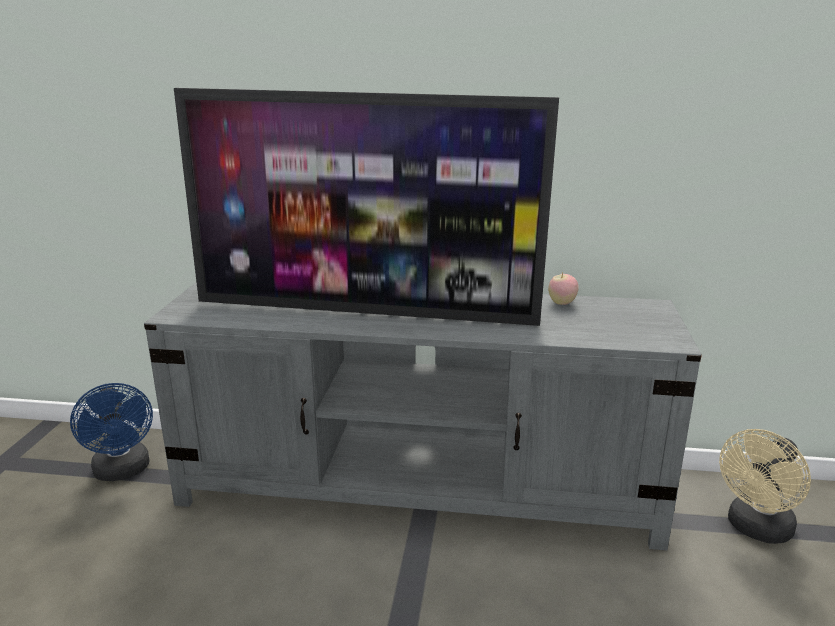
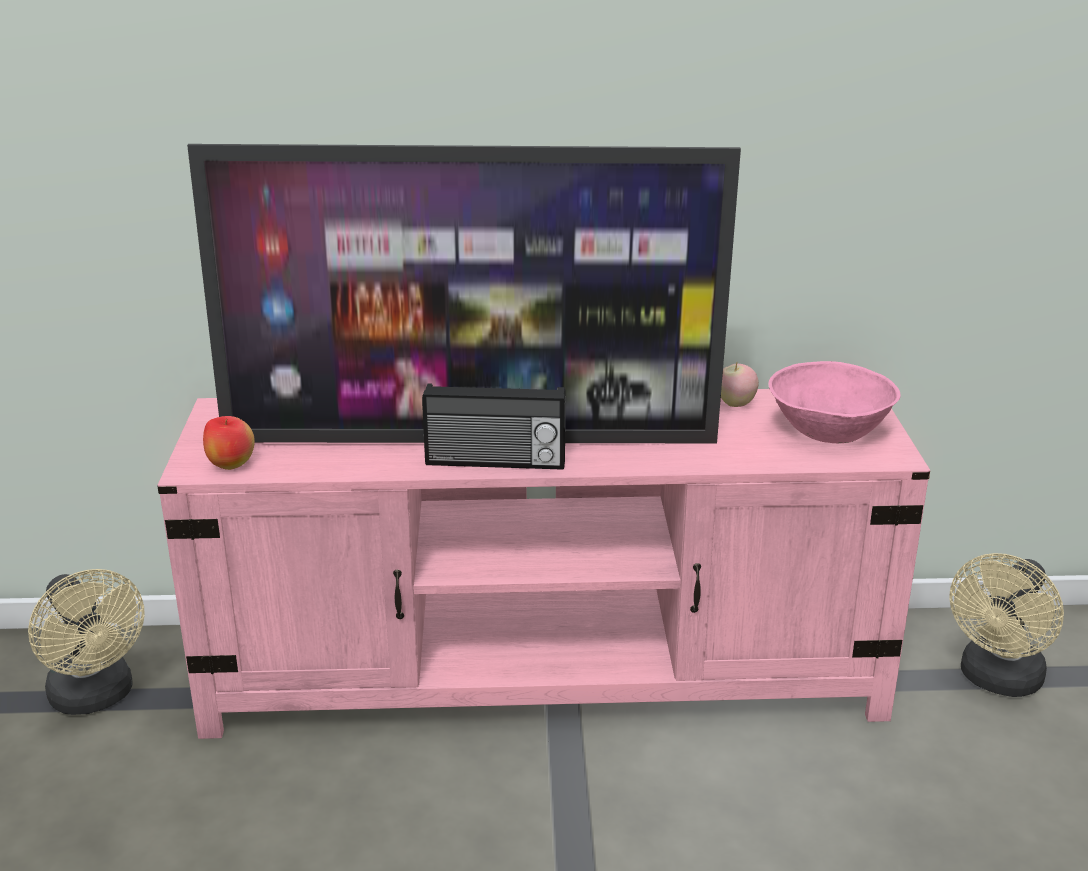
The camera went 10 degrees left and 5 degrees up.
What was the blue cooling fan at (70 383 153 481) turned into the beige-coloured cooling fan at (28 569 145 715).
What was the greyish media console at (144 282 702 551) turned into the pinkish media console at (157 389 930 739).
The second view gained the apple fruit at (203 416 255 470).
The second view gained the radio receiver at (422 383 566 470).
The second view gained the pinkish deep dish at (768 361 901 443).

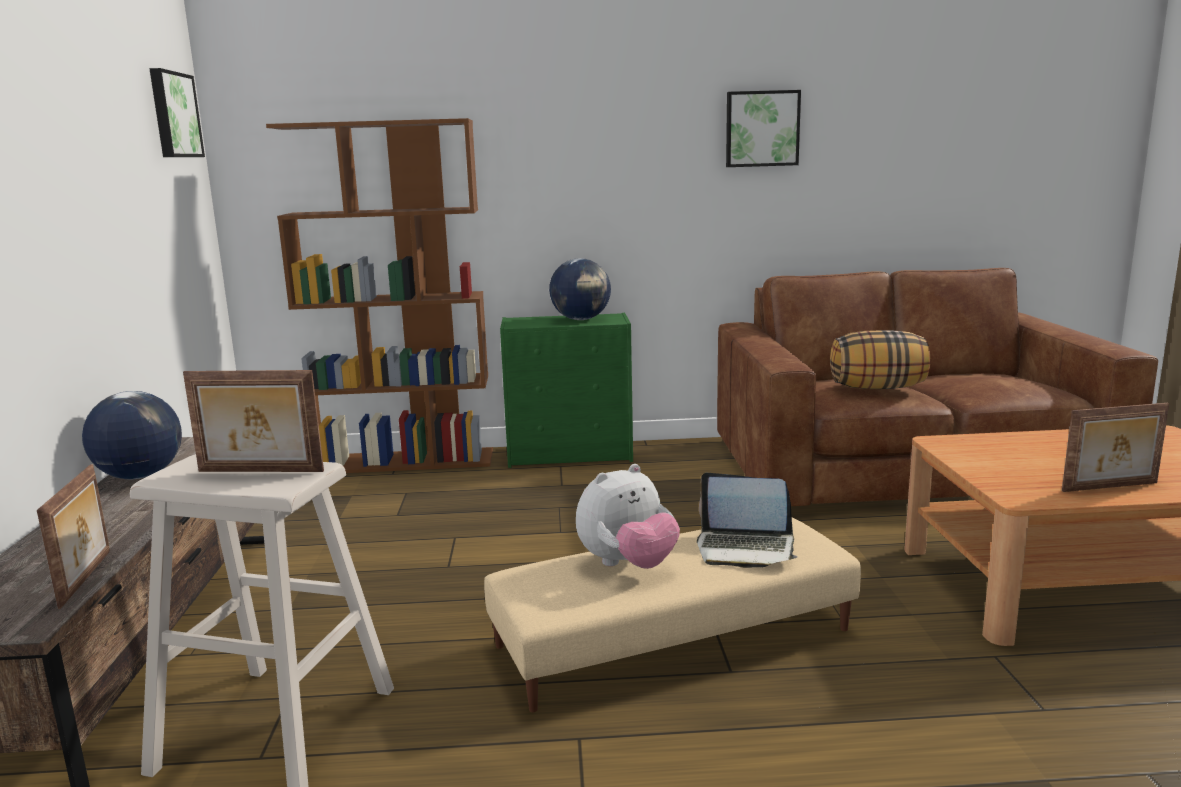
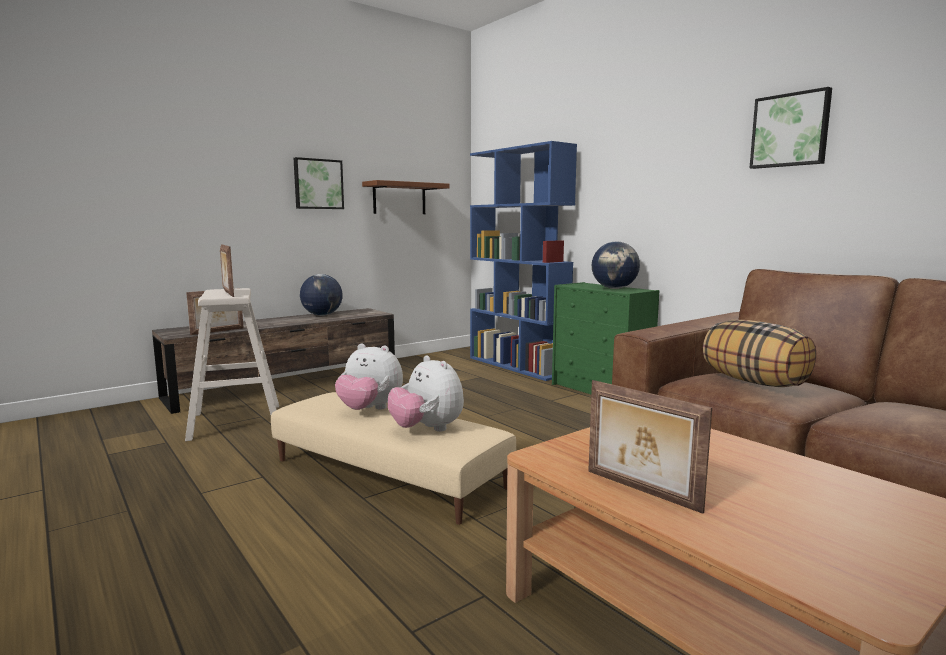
The camera went 55 degrees right and 5 degrees down.
The wall picture ended up elsewhere, having gone from (149 68 205 157) to (294 157 344 209).
The second view gained the brownish wall shelf at (362 180 450 214).
Where the notebook computer stood at (697 473 798 568), the soft toy came to stand at (388 355 464 432).
What was the brownish bookcase at (266 118 493 473) turned into the blue bookcase at (470 141 577 381).

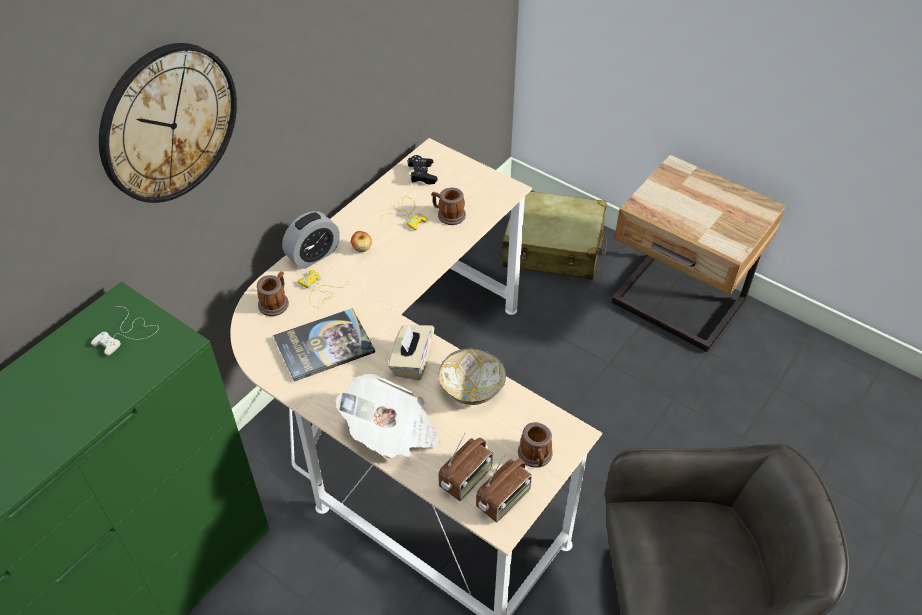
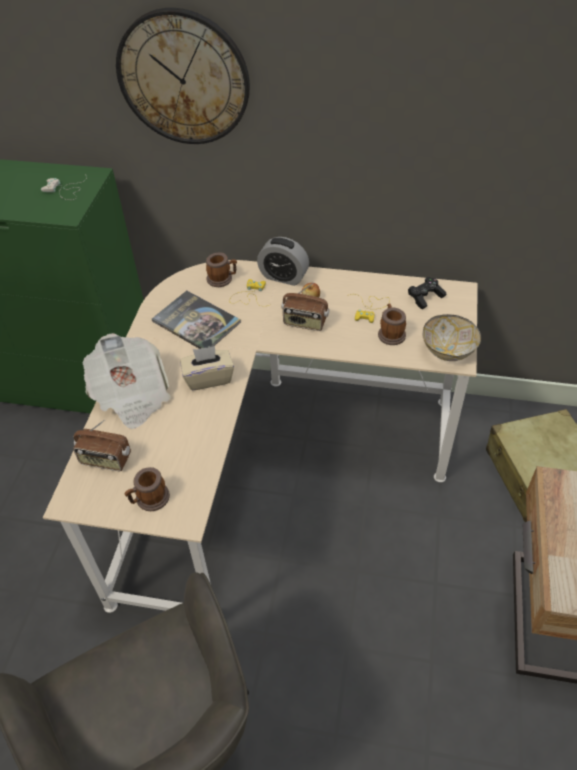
The camera went 65 degrees right and 0 degrees up.
The radio receiver ended up elsewhere, having gone from (476 454 532 522) to (281 282 329 331).
The deep dish ended up elsewhere, having gone from (438 348 506 405) to (423 314 481 361).

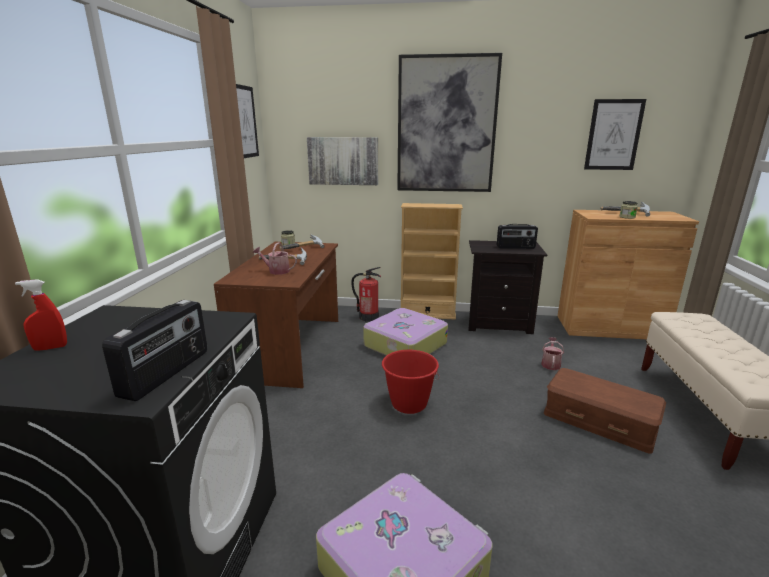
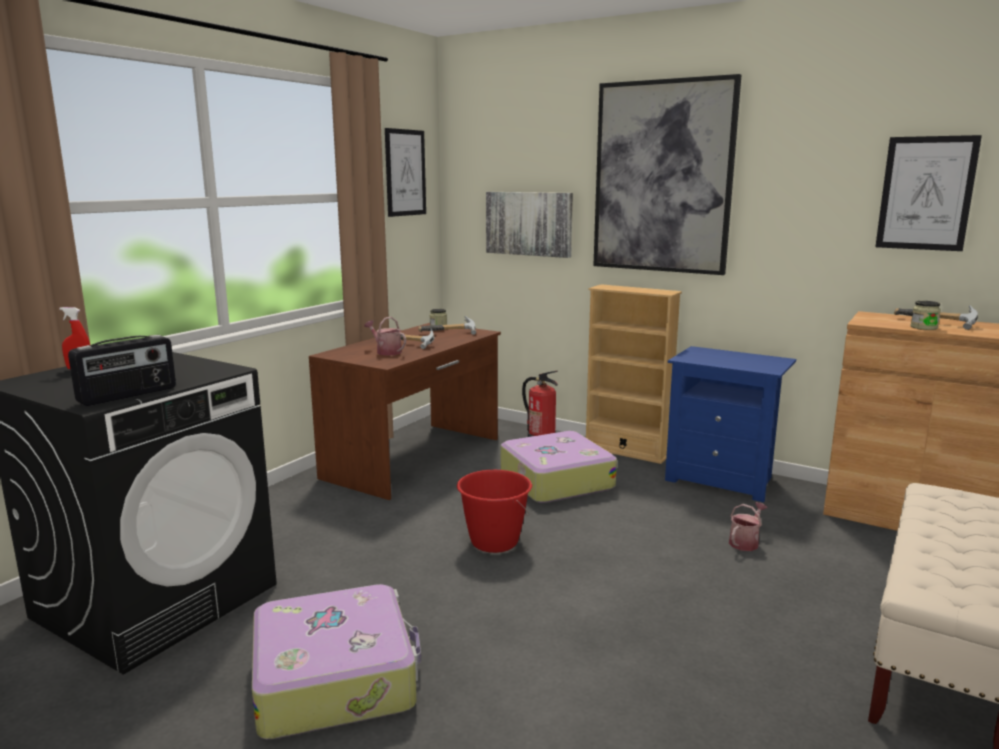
The camera went 25 degrees right and 5 degrees down.
What was the black bedside table at (468 240 547 334) turned into the blue bedside table at (665 346 796 502).
The second view lost the radio receiver at (496 224 538 249).
The second view lost the brownish storage bin at (544 368 666 454).

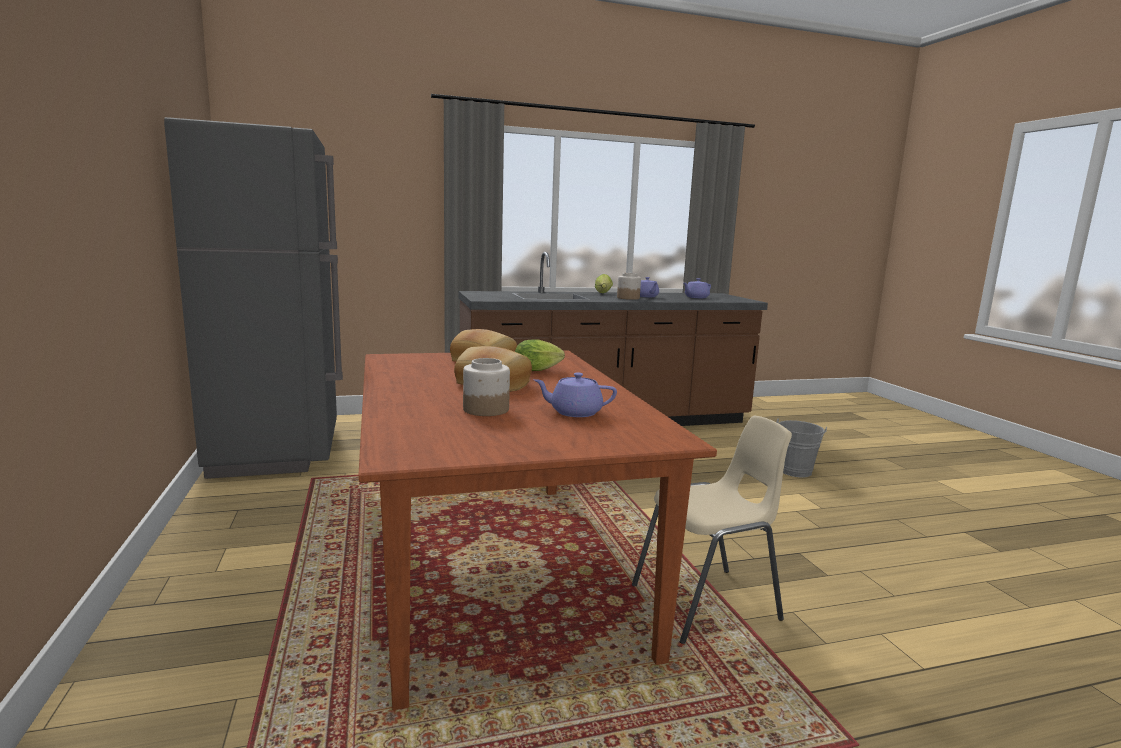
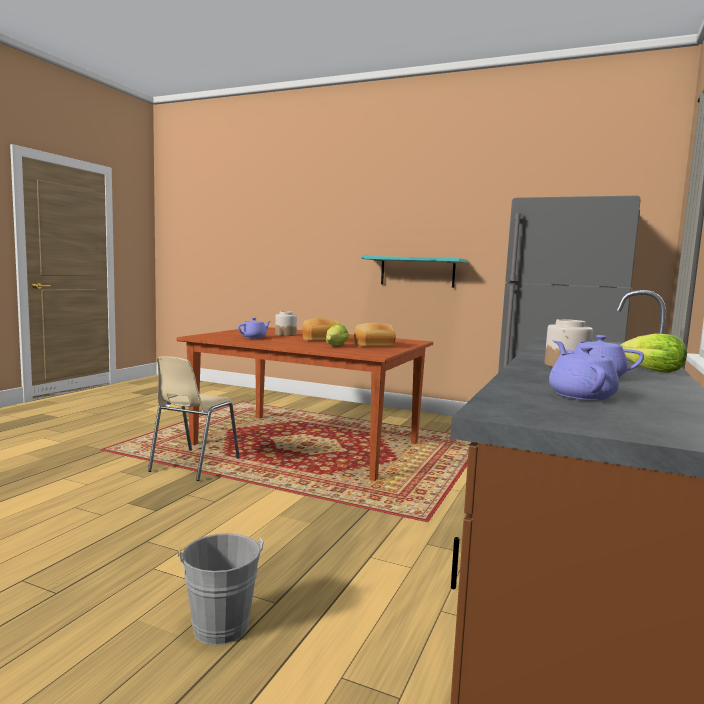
The camera went 130 degrees right and 5 degrees down.
The second view gained the turquoise-coloured wall shelf at (362 256 467 288).

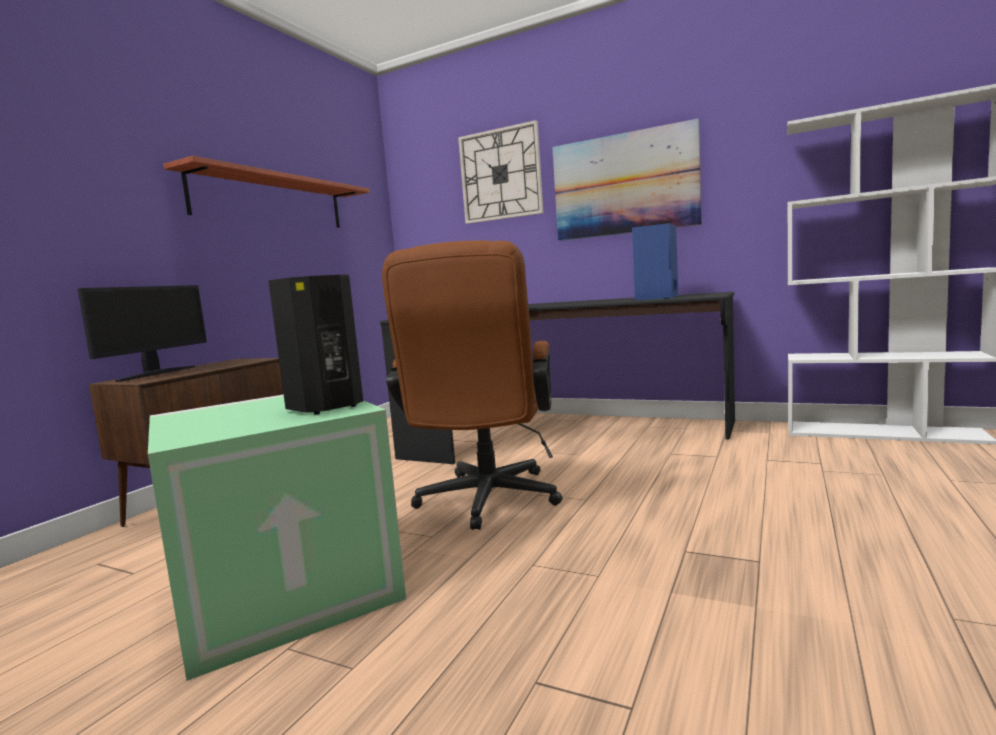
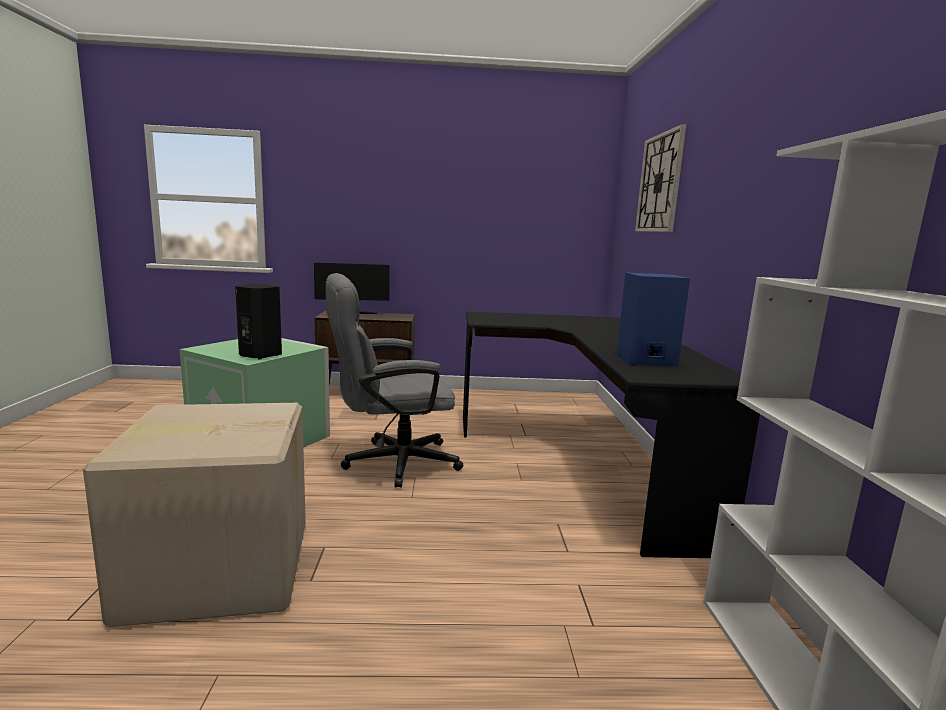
The camera went 60 degrees right and 5 degrees up.
The second view gained the carton at (83 403 306 627).
What was the brownish desk chair at (382 240 562 530) turned into the greyish desk chair at (325 273 463 488).
The second view lost the wall shelf at (163 156 370 228).
The second view lost the wall picture at (552 119 702 241).

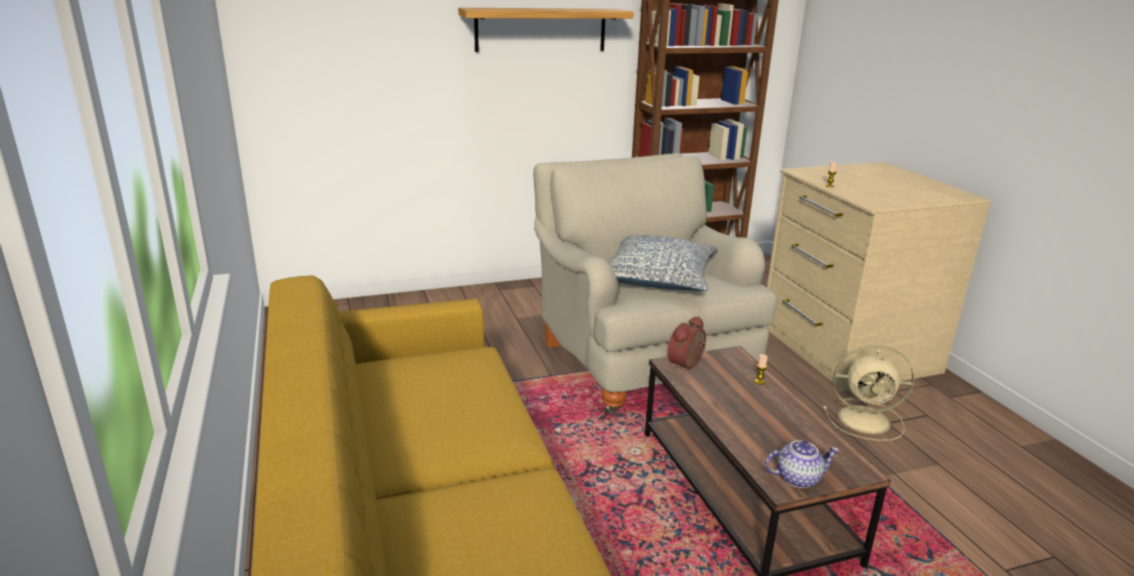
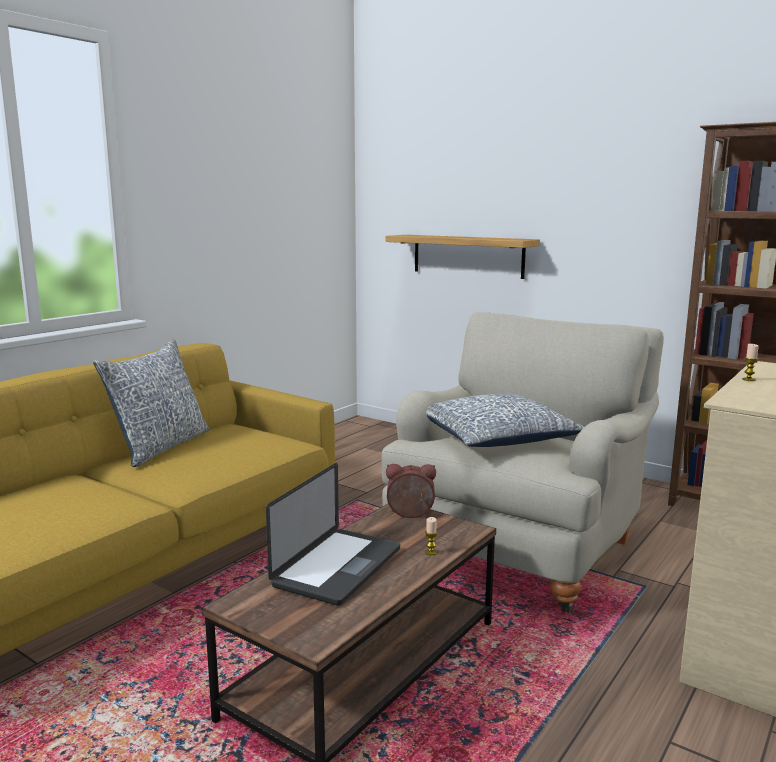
The camera went 55 degrees right and 10 degrees down.
The second view gained the throw pillow at (93 339 209 467).
The second view gained the notebook computer at (266 463 400 606).
The wall shelf ended up elsewhere, having gone from (458 8 634 52) to (386 235 540 279).
The second view lost the pot for tea at (765 440 840 488).
The second view lost the beige-coloured cooling fan at (823 345 914 441).

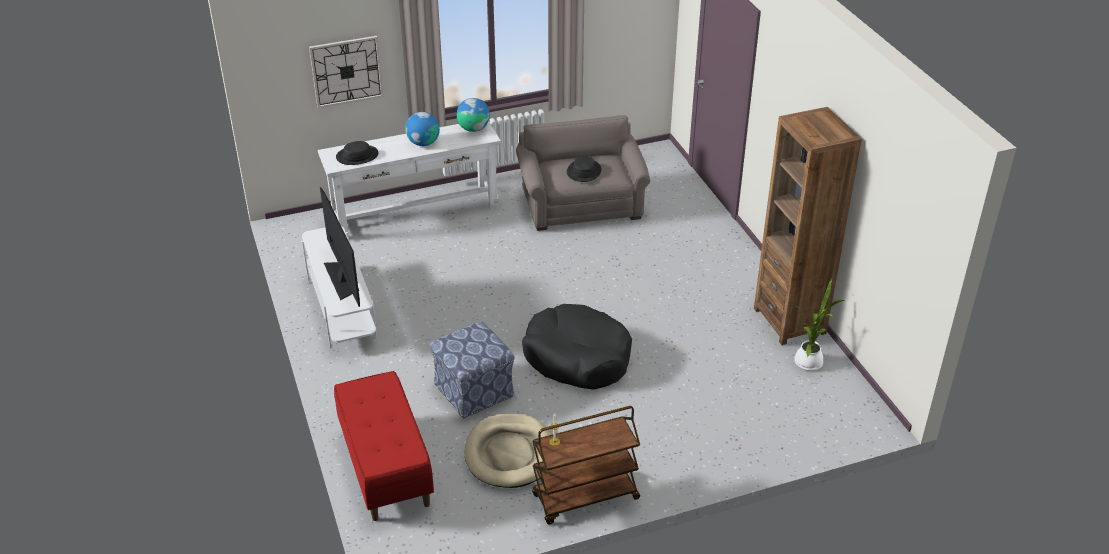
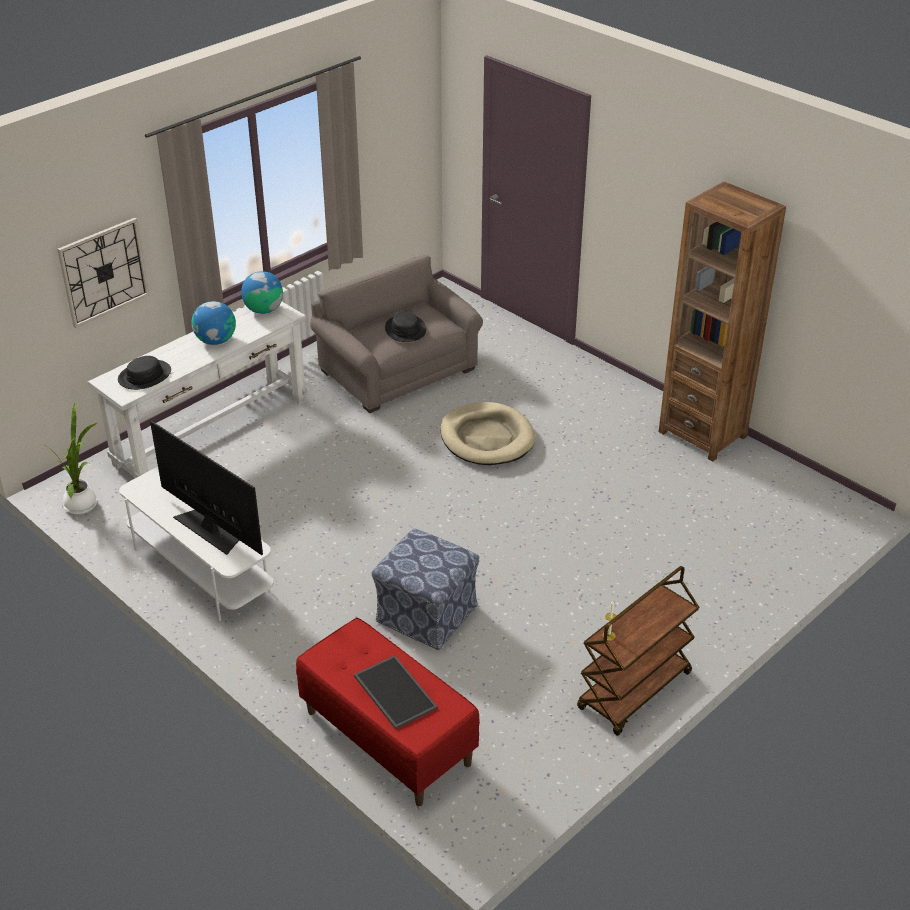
The camera went 25 degrees left and 0 degrees up.
The potted plant ended up elsewhere, having gone from (794 279 844 371) to (41 404 97 515).
The second view gained the tray at (354 655 437 729).
The beige-coloured dog bed ended up elsewhere, having gone from (465 413 551 488) to (440 402 536 465).
The second view lost the black dog bed at (522 304 632 390).

